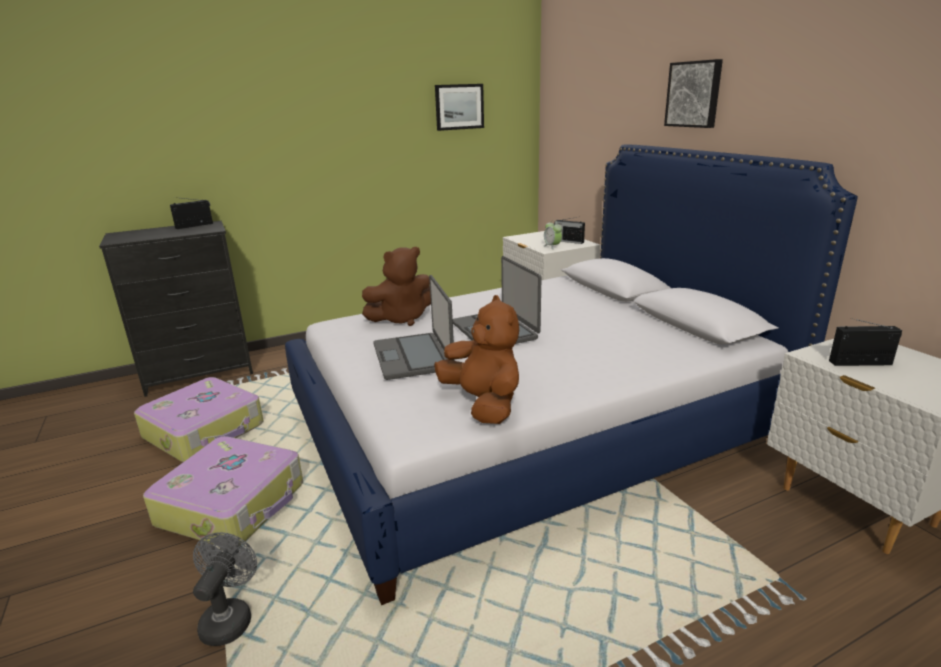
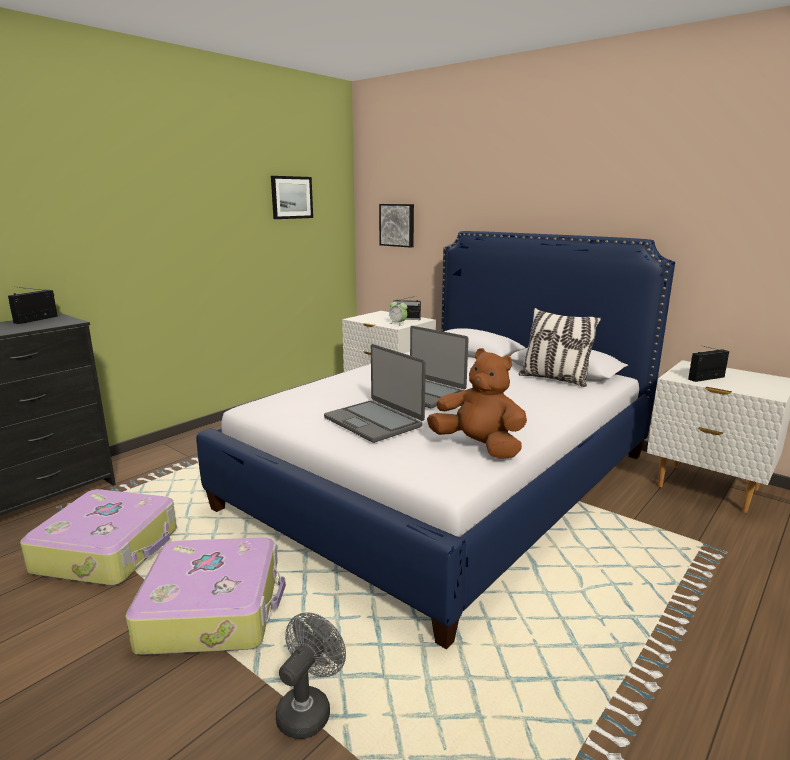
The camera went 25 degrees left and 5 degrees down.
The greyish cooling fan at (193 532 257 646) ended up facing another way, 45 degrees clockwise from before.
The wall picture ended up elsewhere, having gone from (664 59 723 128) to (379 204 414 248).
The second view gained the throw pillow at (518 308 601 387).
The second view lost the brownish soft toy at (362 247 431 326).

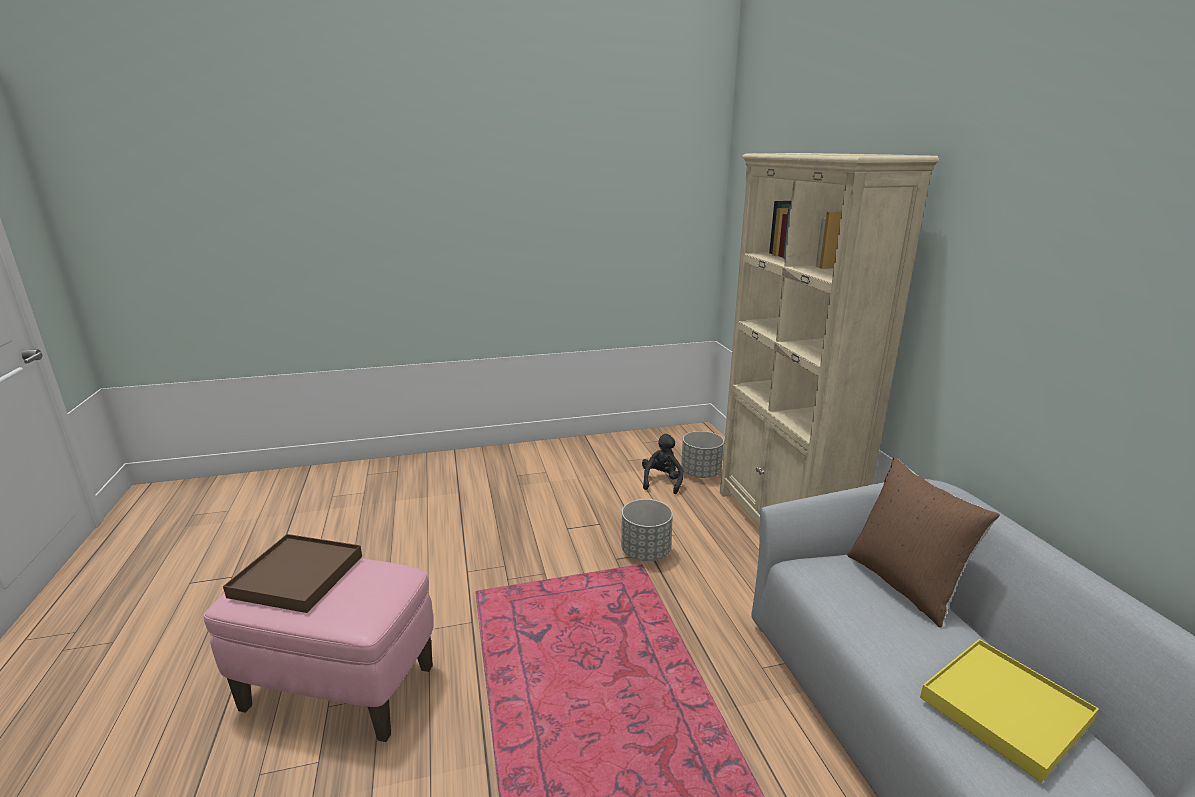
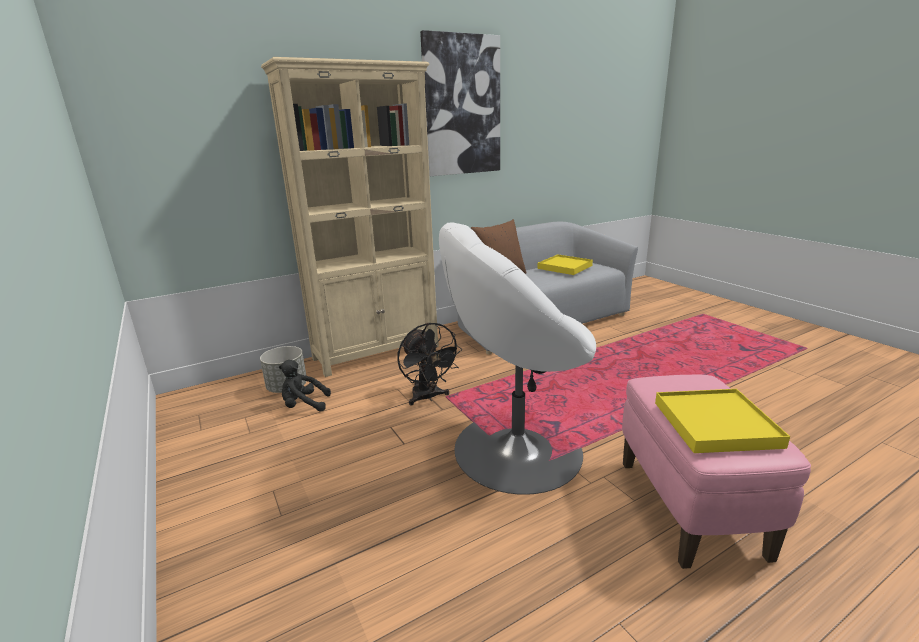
The camera went 105 degrees left and 0 degrees up.
Where the greyish planter stood at (621 499 673 561), the black cooling fan came to stand at (397 323 462 406).
The second view gained the wall picture at (420 30 500 176).
The second view gained the whitish armchair at (439 222 596 495).
What was the brownish tray at (223 534 362 613) turned into the yellowish tray at (655 389 790 453).

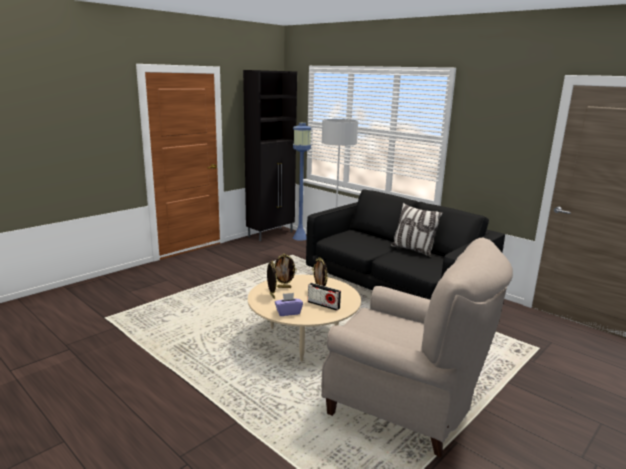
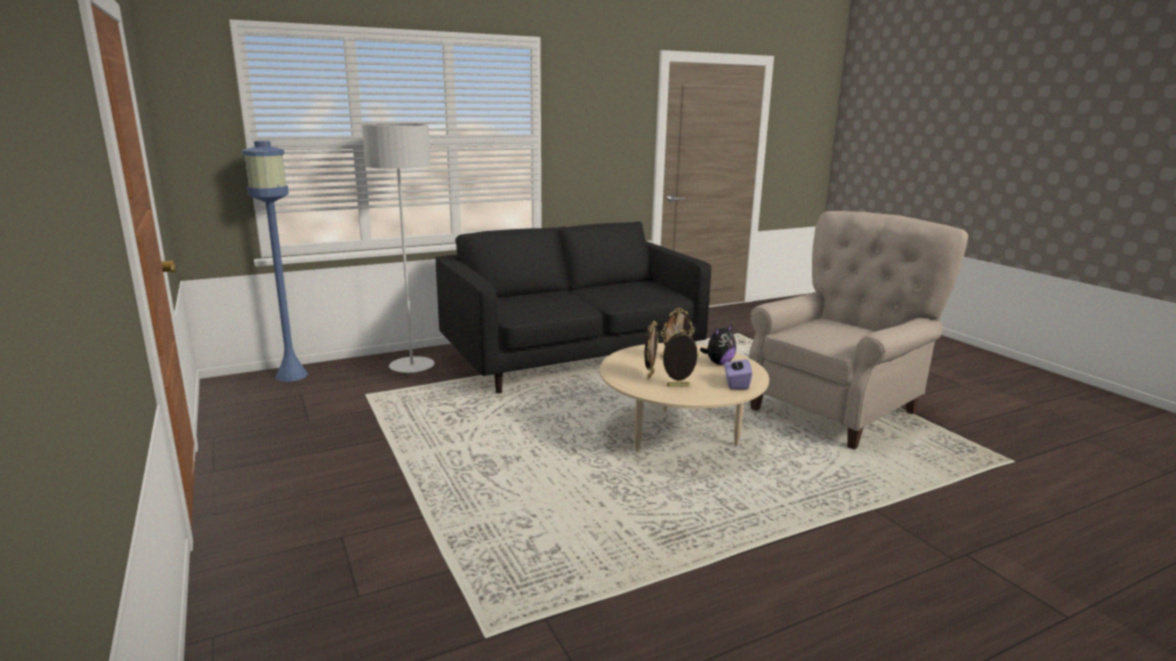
The camera went 70 degrees left and 0 degrees up.
Where the radio receiver stood at (308 283 341 311), the soft toy came to stand at (700 324 736 365).
The second view lost the black cupboard at (243 70 297 241).
The second view lost the throw pillow at (391 203 443 257).

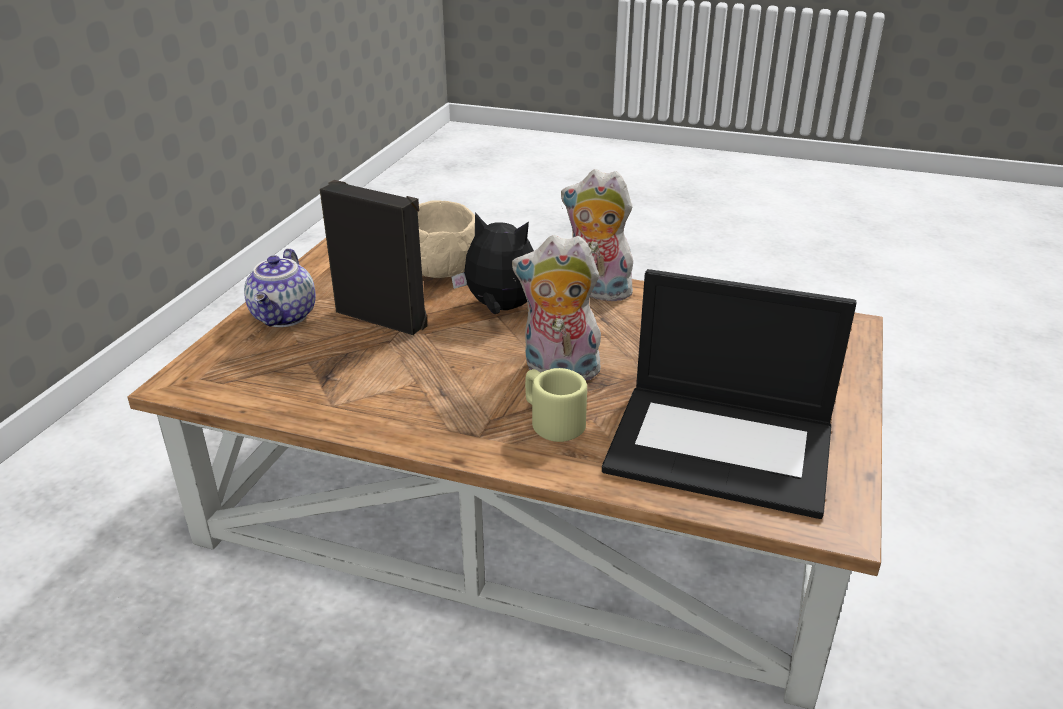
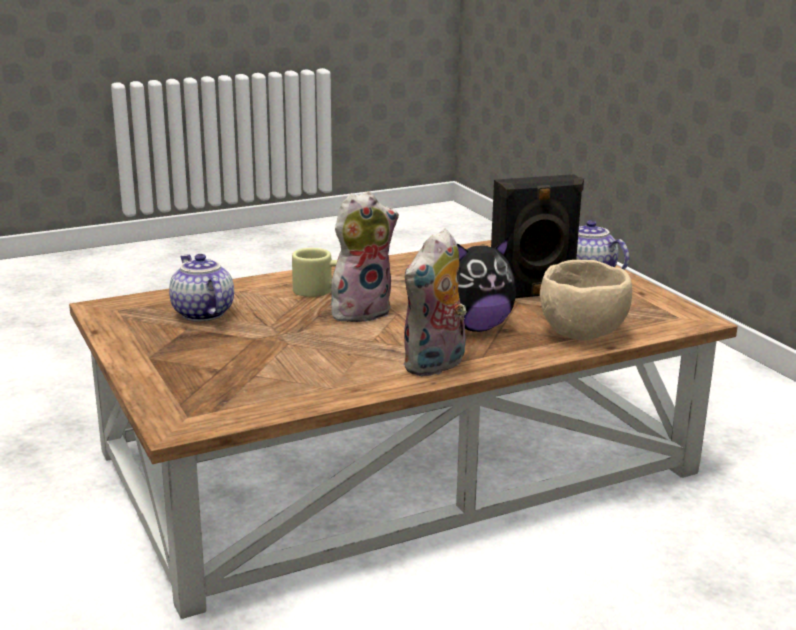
The camera went 135 degrees right and 10 degrees down.
Where the notebook computer stood at (602 269 856 519), the pot for tea came to stand at (169 254 234 322).
The soft toy at (561 169 633 301) ended up facing another way, 150 degrees clockwise from before.

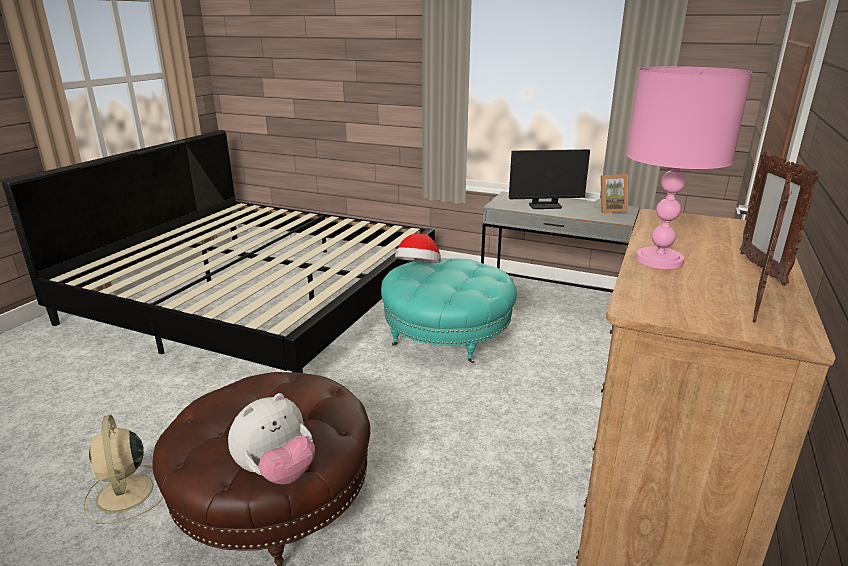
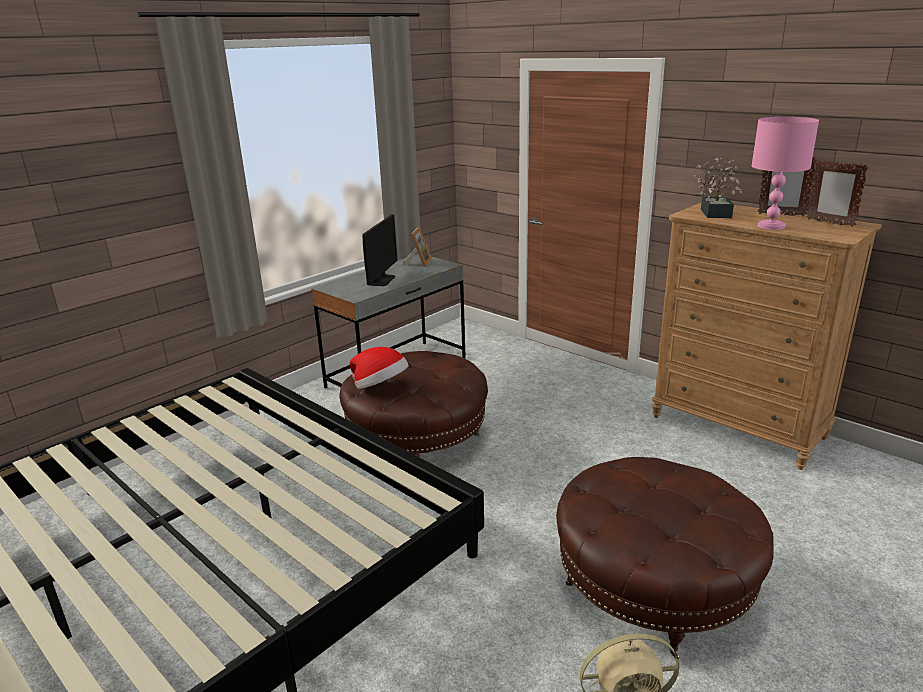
The camera went 70 degrees left and 0 degrees up.
What was the turquoise-coloured pouffe at (381 258 517 364) turned into the brownish pouffe at (339 351 488 457).
The second view gained the potted plant at (693 158 742 218).
The second view lost the soft toy at (228 393 315 484).

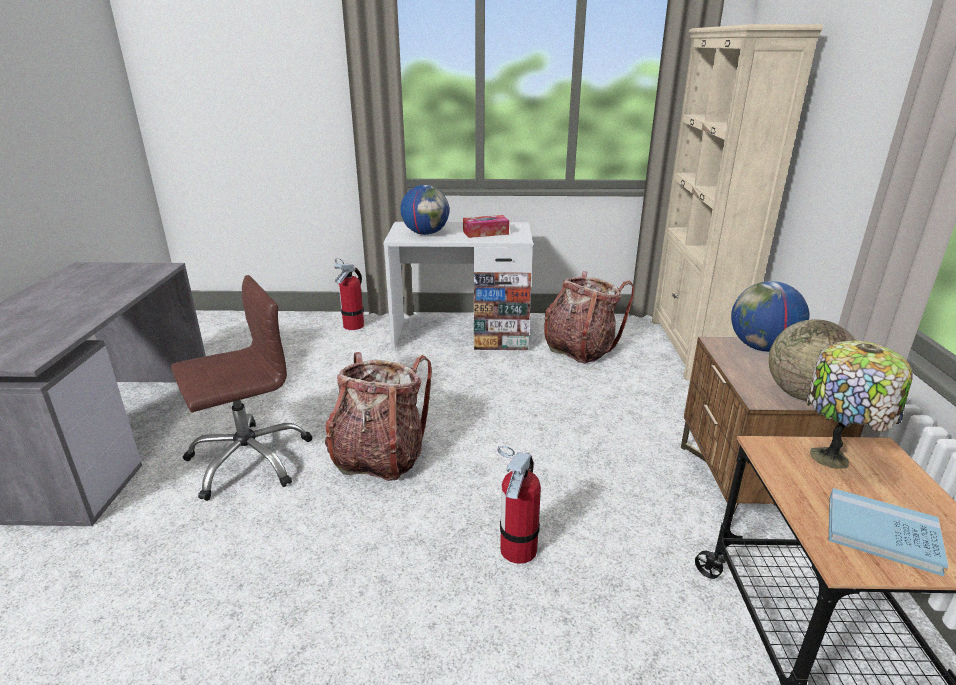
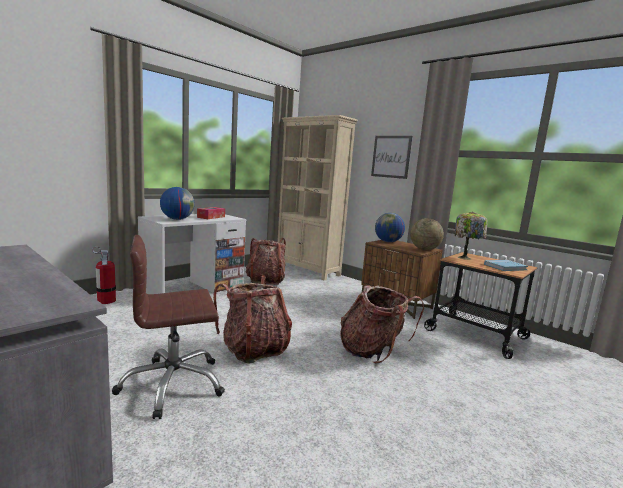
The camera went 50 degrees left and 15 degrees down.
The brownish desk chair at (171 275 312 501) ended up facing another way, 120 degrees counterclockwise from before.
Where the extinguisher stood at (497 446 541 564), the knapsack came to stand at (341 285 424 364).
The second view gained the wall picture at (371 136 412 179).

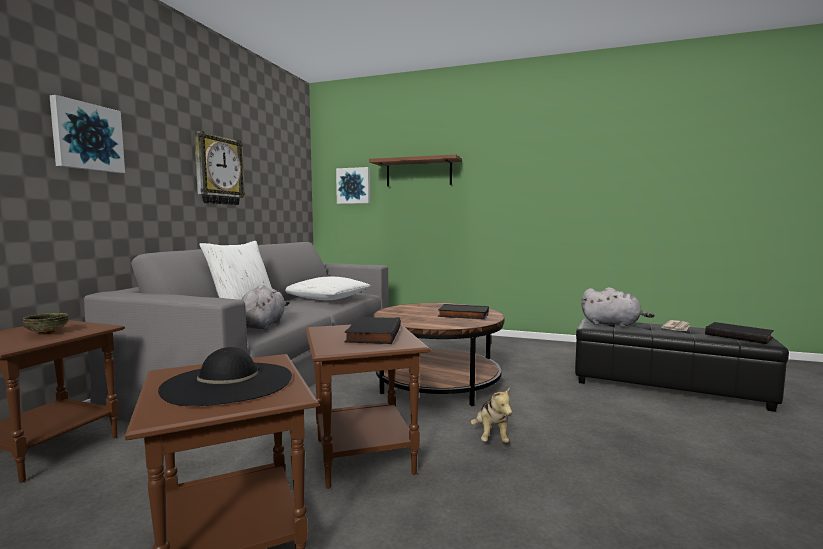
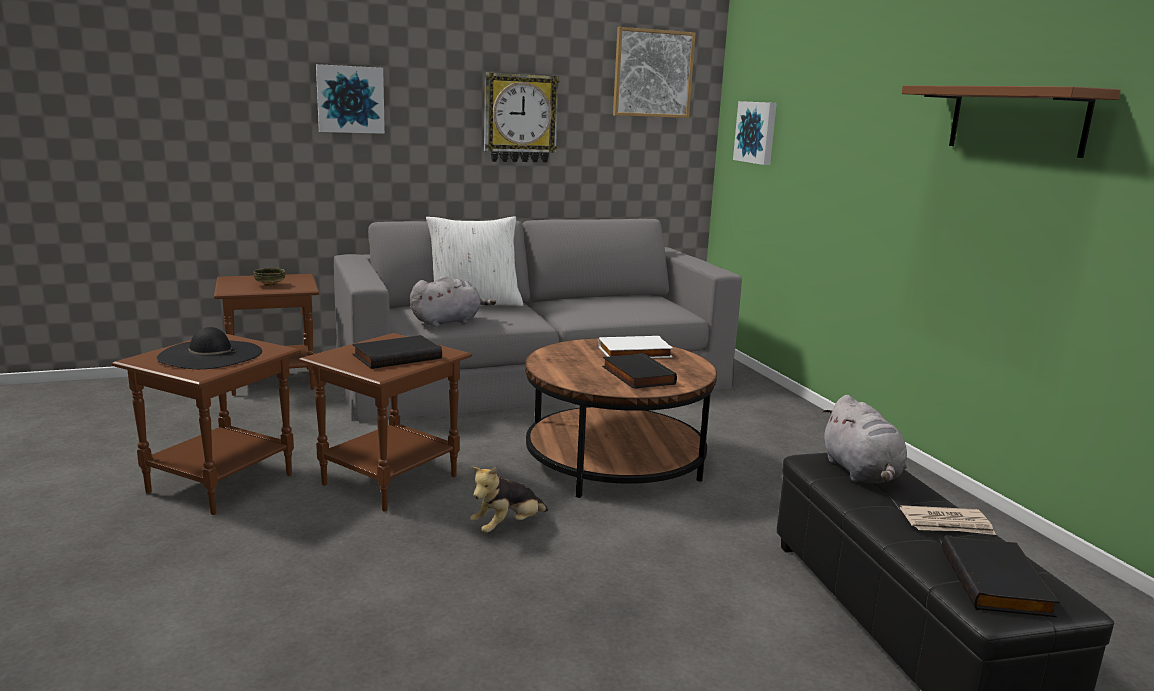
The camera went 50 degrees right and 10 degrees up.
The second view gained the whitish volume at (599 336 673 358).
The second view gained the wall picture at (613 27 696 118).
The brownish wall shelf ended up elsewhere, having gone from (369 154 462 187) to (902 85 1121 158).
The second view lost the whitish throw pillow at (285 277 371 300).

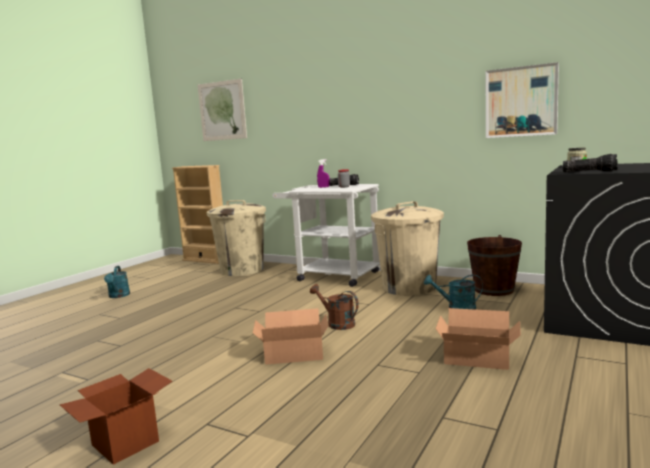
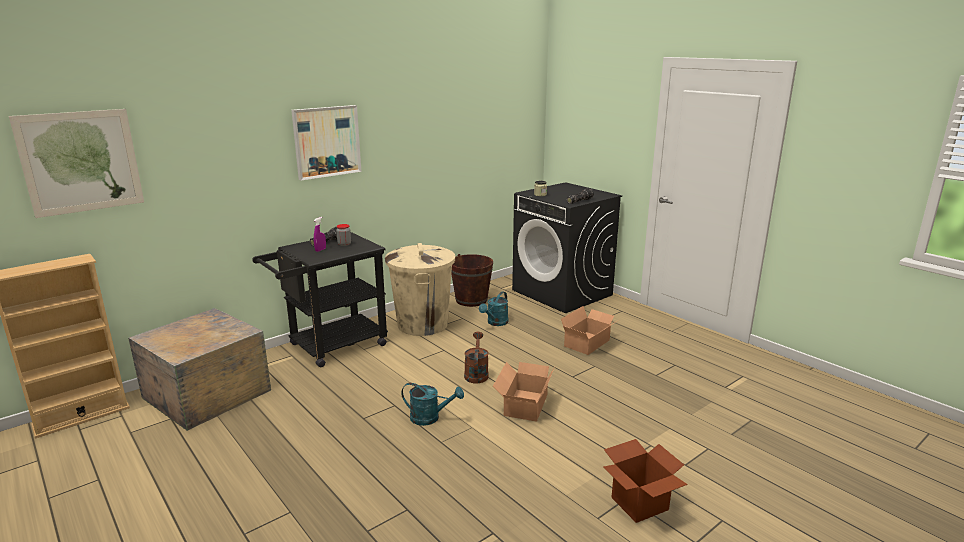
The camera went 70 degrees left and 10 degrees up.
Where the beige-coloured rubbish bin stood at (207 200 266 276), the crate came to stand at (128 308 271 431).
What was the whitish cart at (272 184 380 287) turned into the black cart at (252 232 388 367).
The wall picture ended up elsewhere, having gone from (486 62 559 138) to (291 105 361 181).
The turquoise-coloured sprinkling can ended up elsewhere, having gone from (104 266 130 298) to (402 383 464 426).
The brownish sprinkling can at (310 284 359 330) ended up facing another way, 120 degrees clockwise from before.

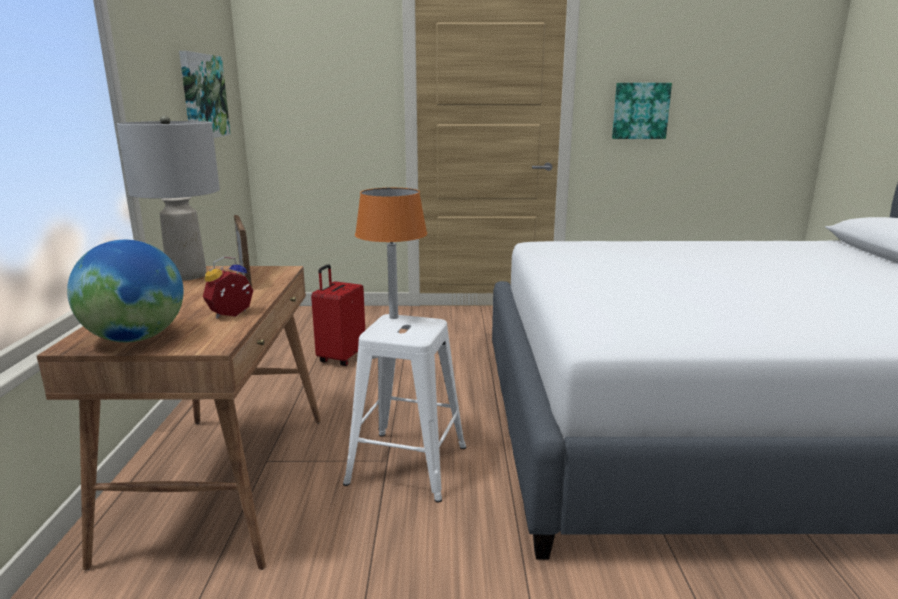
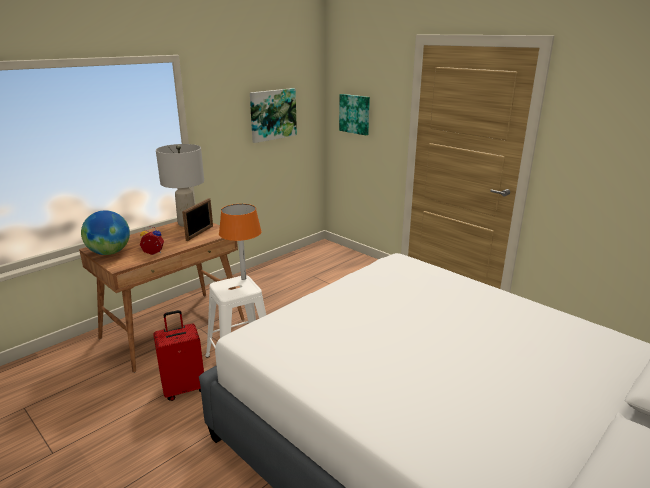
The camera went 45 degrees right and 5 degrees up.
The red piece of luggage ended up elsewhere, having gone from (311 264 365 366) to (153 310 204 401).
The wall picture ended up elsewhere, having gone from (612 83 672 139) to (339 94 370 135).

